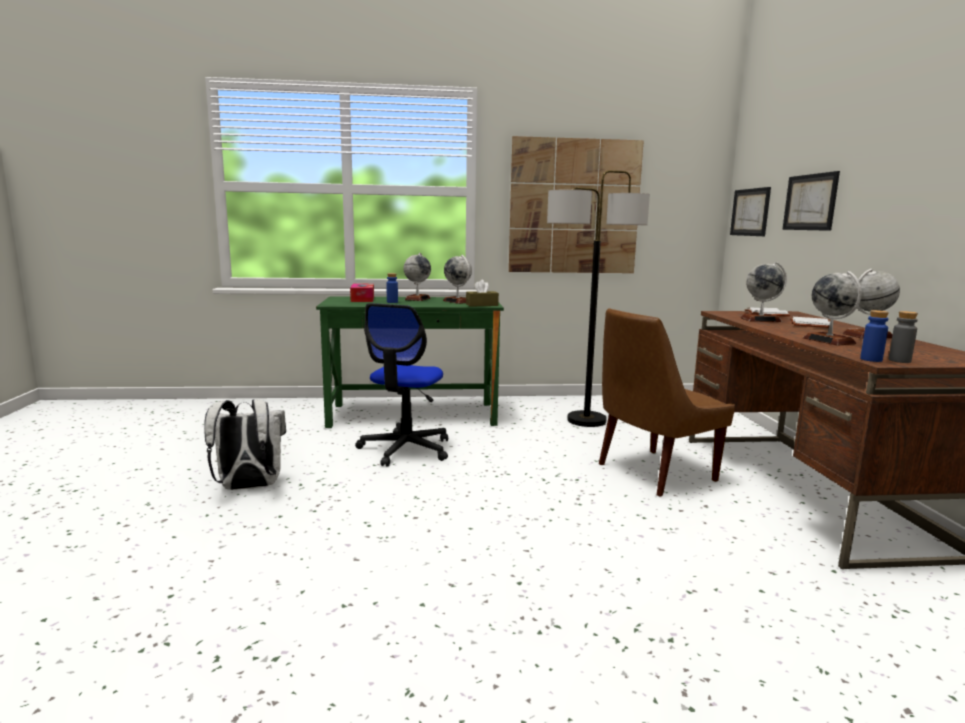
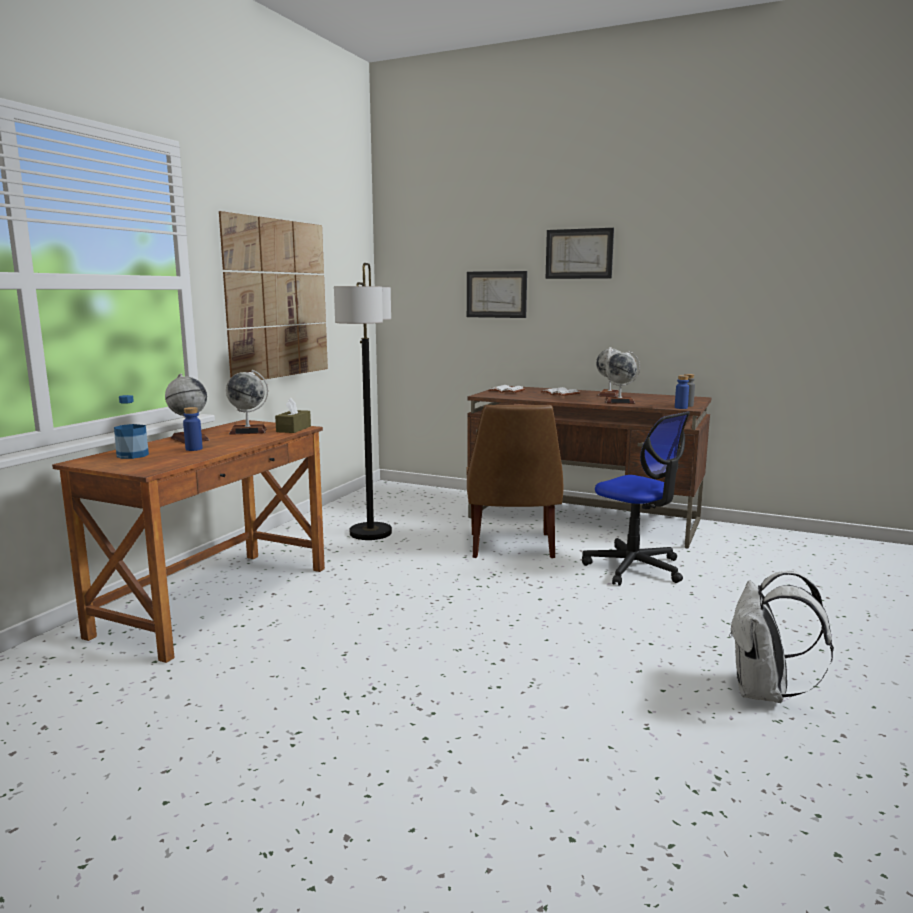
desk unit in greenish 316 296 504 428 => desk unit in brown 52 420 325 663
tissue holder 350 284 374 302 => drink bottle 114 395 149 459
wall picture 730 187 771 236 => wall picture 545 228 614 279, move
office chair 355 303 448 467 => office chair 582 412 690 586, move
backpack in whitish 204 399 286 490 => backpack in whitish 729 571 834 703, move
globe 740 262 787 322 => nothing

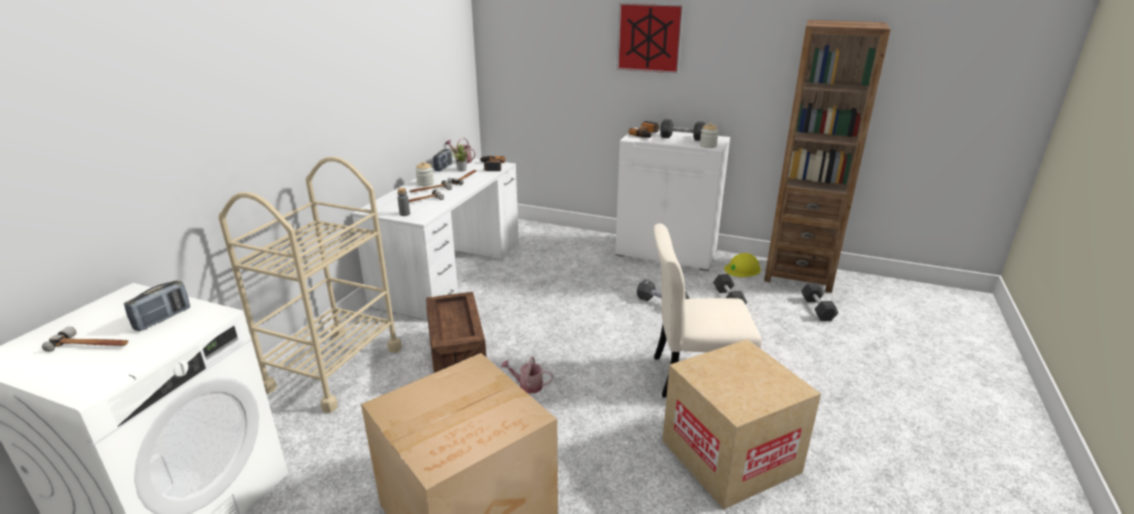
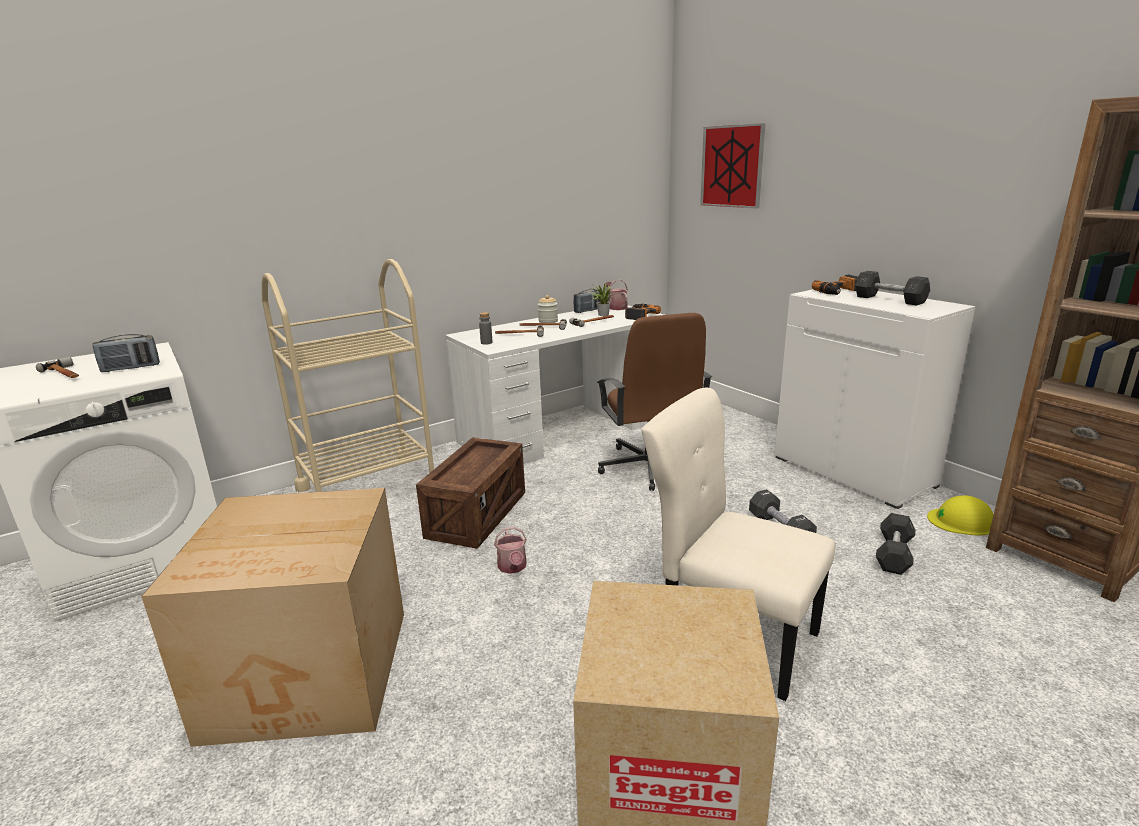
watering can 501 357 553 394 => watering can 494 527 527 574, 150 degrees counterclockwise
nothing => office chair in brown 597 313 712 491
wall picture 617 3 684 74 => wall picture 700 123 765 209, move
preserve jar 700 123 719 148 => nothing
dumbbell in gray 801 283 838 321 => nothing

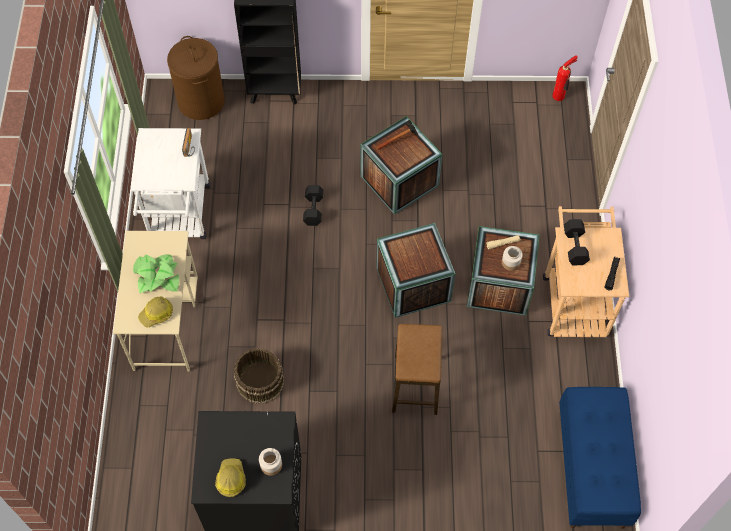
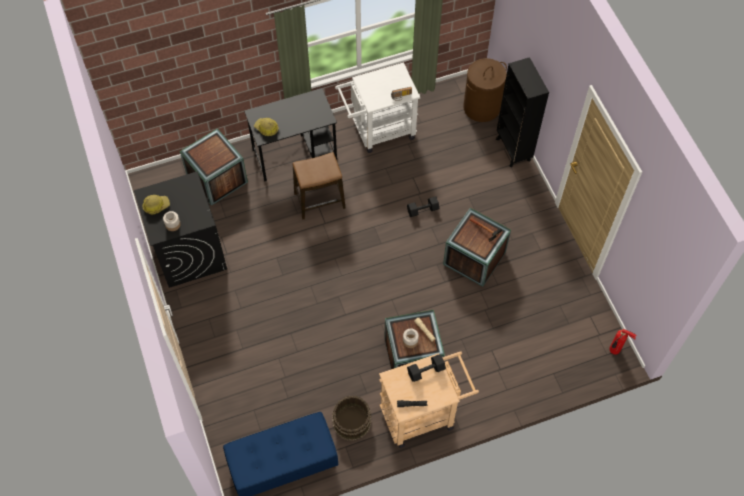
packing crate 376 223 455 318 => packing crate 180 128 248 206, move
desk unit in sand-coloured 113 231 198 371 => desk unit in blackish 244 88 337 182
stool 392 324 442 415 => stool 293 152 346 220, move
pail in brown 234 348 284 404 => pail in brown 332 396 371 441, move
plant in a pot 133 254 179 293 => nothing

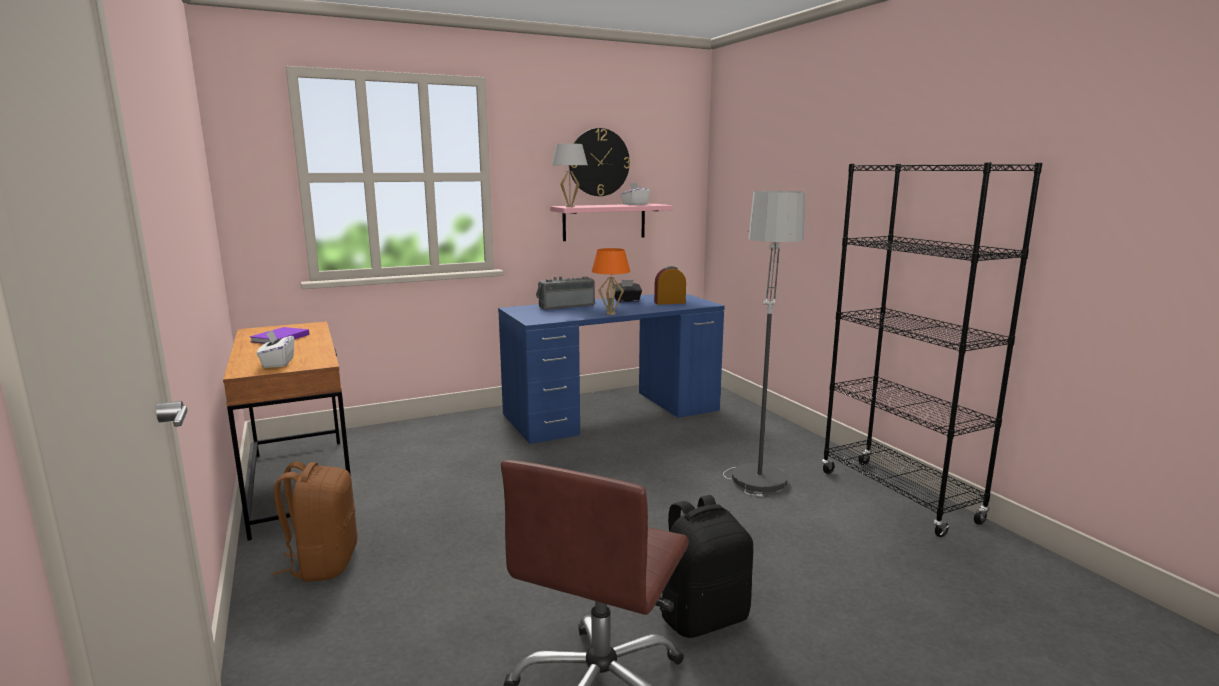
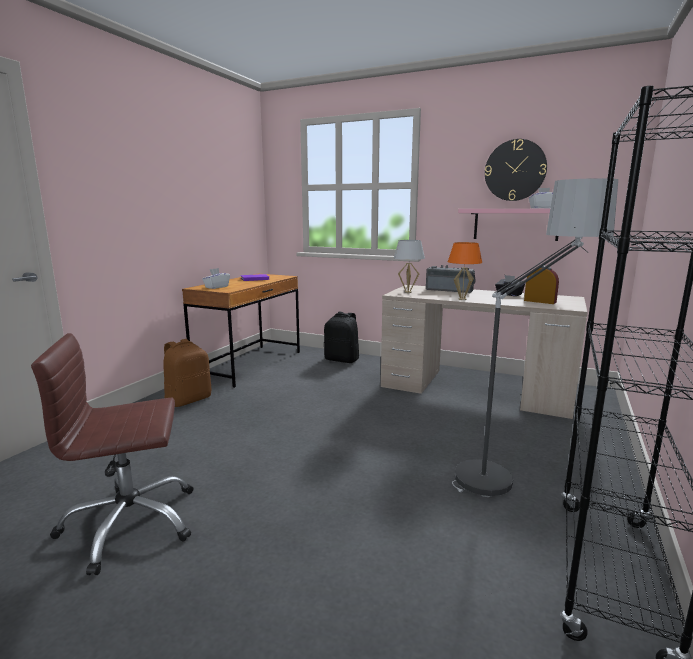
backpack in blackish 660 495 753 638 => backpack in blackish 324 312 359 363, move
desk unit in bluish 498 294 725 444 => desk unit in sand-coloured 381 285 588 419
tabletop lamp in whitish 552 144 588 207 => tabletop lamp in whitish 394 240 425 293, move

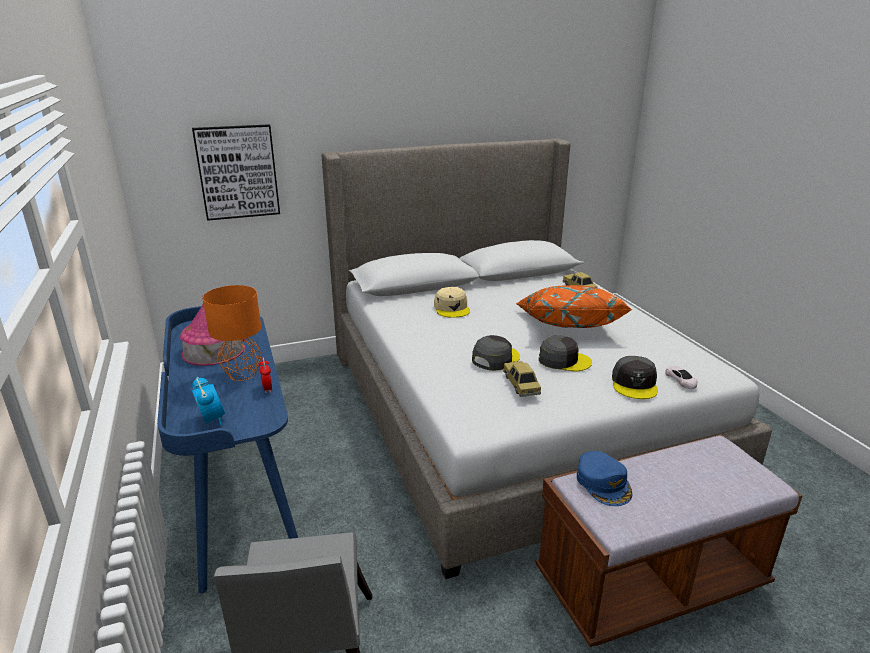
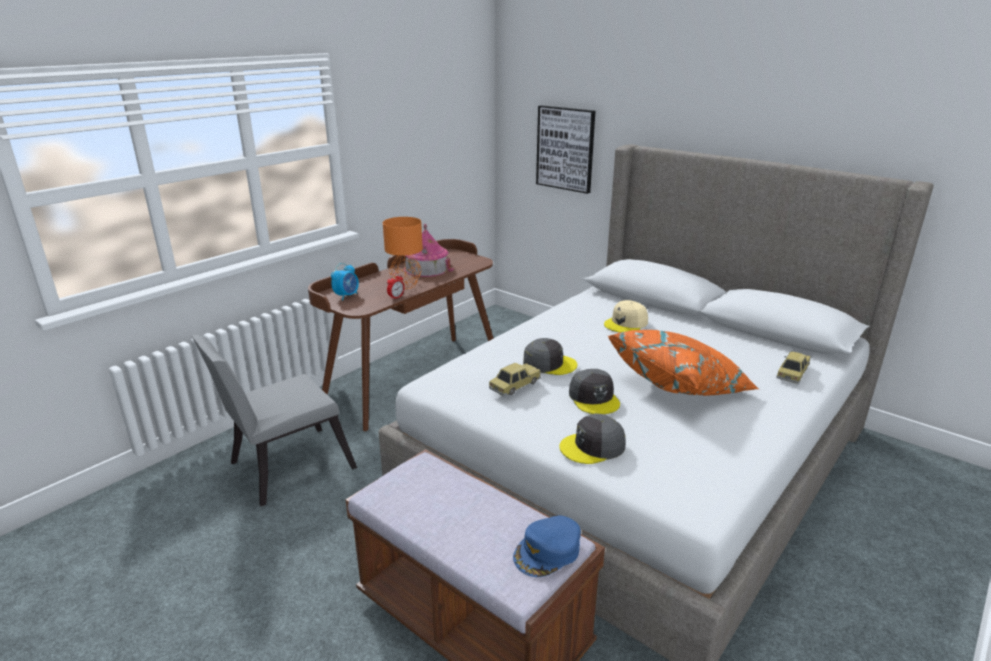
desk unit in bluish 157 306 298 594 => desk unit in brown 308 239 493 431
cap in bluish 577 451 632 506 => cap in bluish 513 516 581 577, move
model car in whitish 665 366 698 389 => nothing

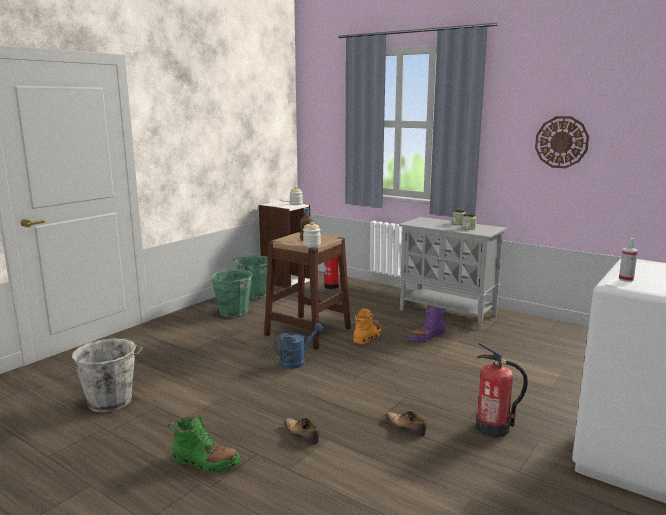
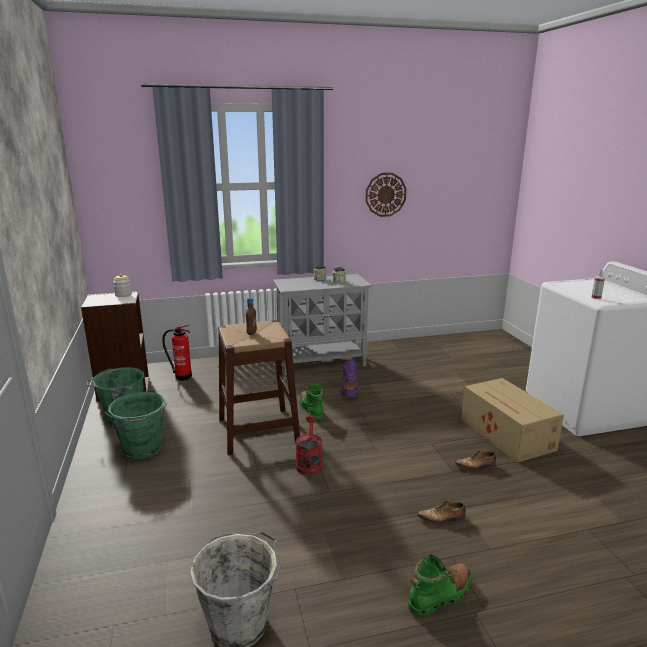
watering can in bluish 274 323 324 369 => watering can in reddish 295 415 322 475
high-top boot in orange 353 308 382 344 => high-top boot in greenish 299 383 324 421
fire extinguisher 476 342 528 438 => cardboard box 461 378 564 463
preserve jar 303 222 321 247 => nothing

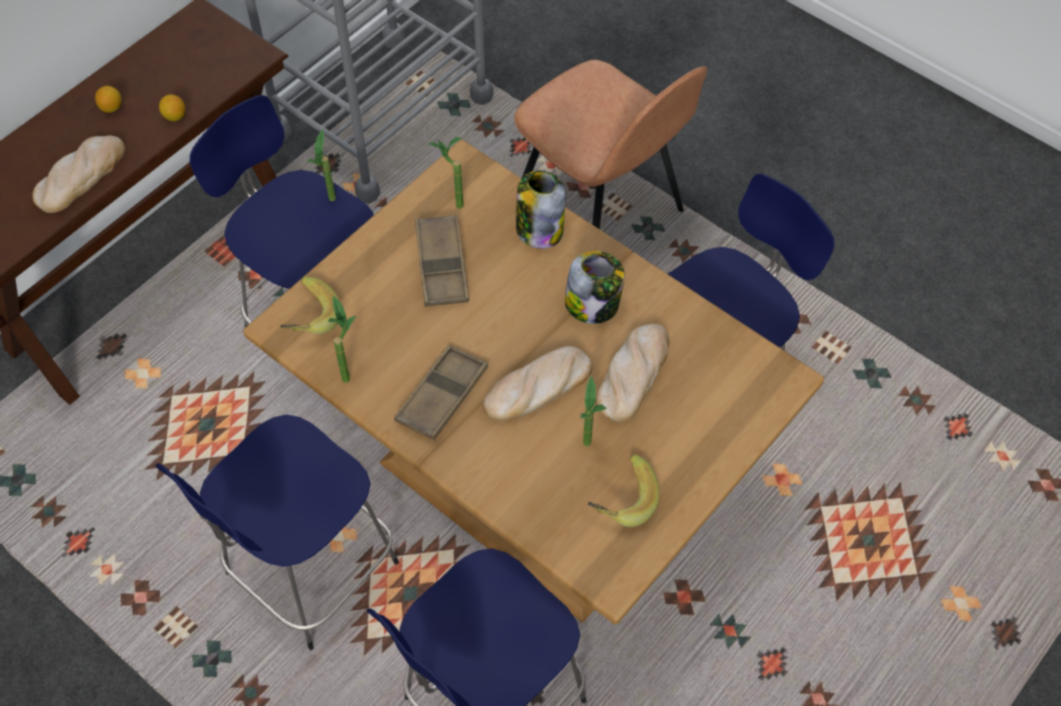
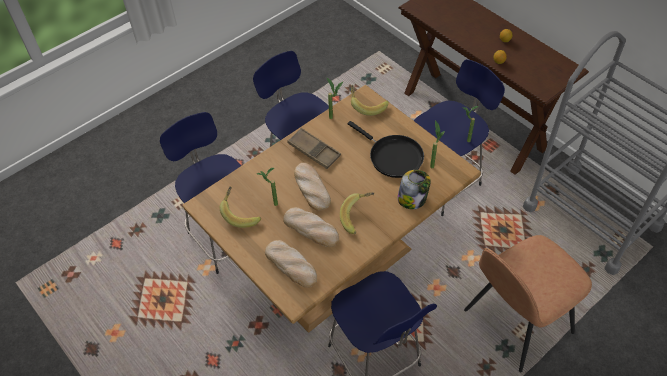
bakery bread 32 135 125 213 => bakery bread 265 240 317 288, move
preserve jar 565 251 625 324 => banana fruit 340 192 374 234
tray in brown 415 215 469 307 => pan in blackish 347 121 424 178

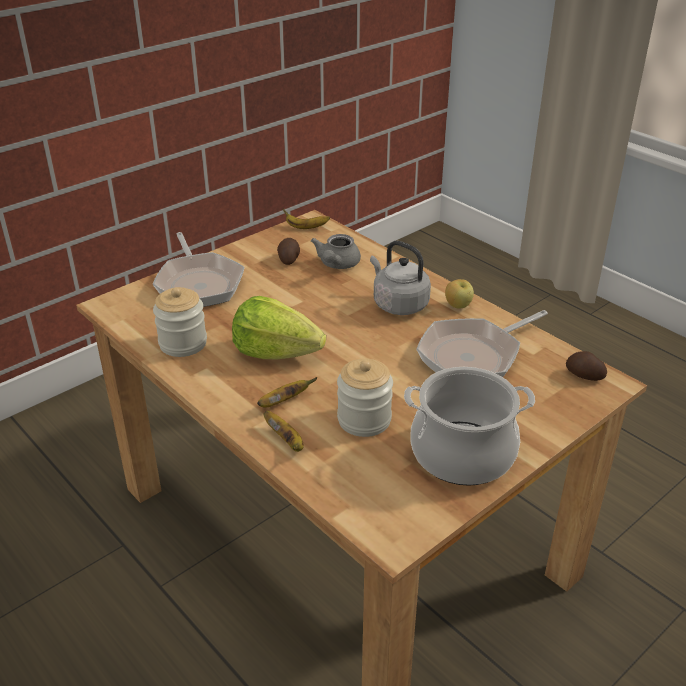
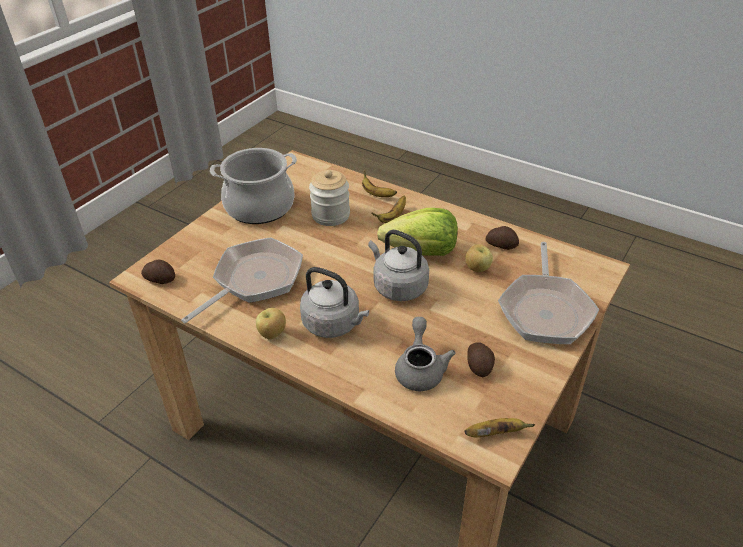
nothing => water kettle in gray 368 230 429 301
nothing => apple fruit 465 244 493 272
preserve jar 153 287 207 357 => whole potato 485 226 519 250
pan 153 232 245 307 => pan 498 242 599 344, 135 degrees counterclockwise

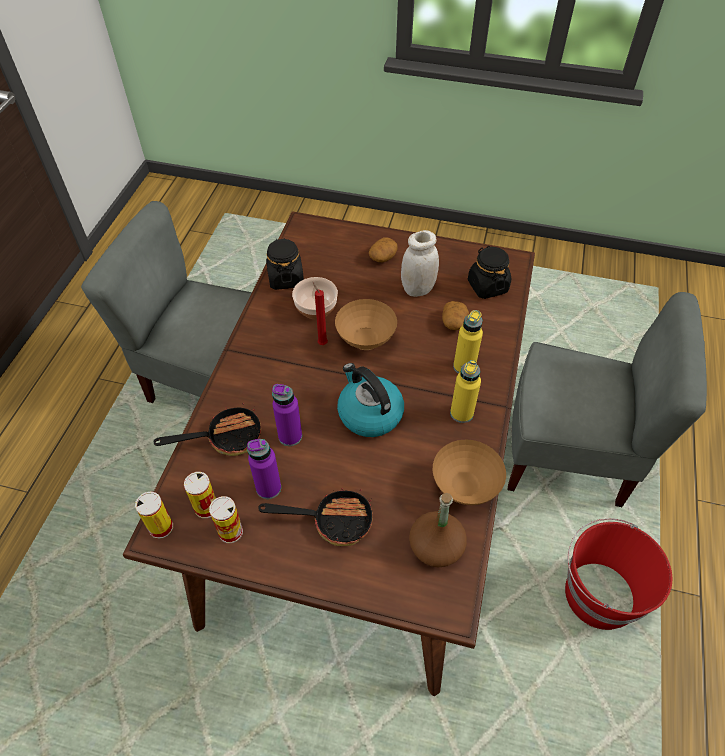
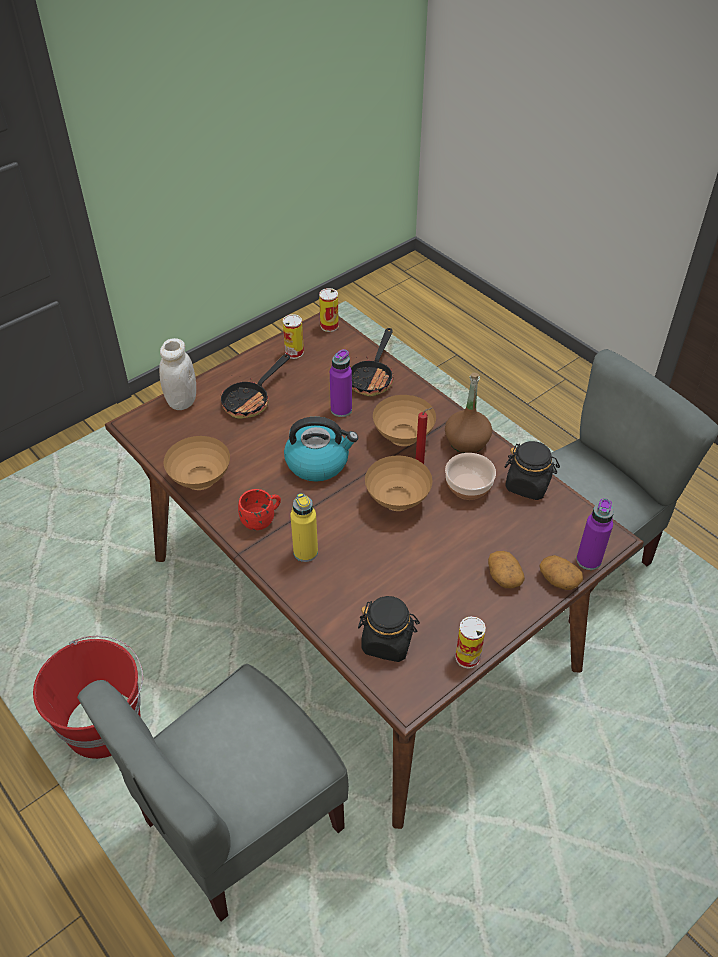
preserve jar in whitish 401 230 439 297 => preserve jar in whitish 159 338 196 410, move
drink bottle in yellowish 450 360 481 423 => coffee mug in reddish 238 489 281 530
nothing => deep dish in brown 373 395 436 446
drink bottle in brown 409 493 467 567 => drink bottle in brown 445 373 492 453, move
sealed can 184 472 216 519 => sealed can 455 616 486 669, move
whole potato 442 301 469 330 => whole potato 540 555 583 590, move
drink bottle in purplish 247 439 281 499 => drink bottle in purplish 576 498 614 570, move

